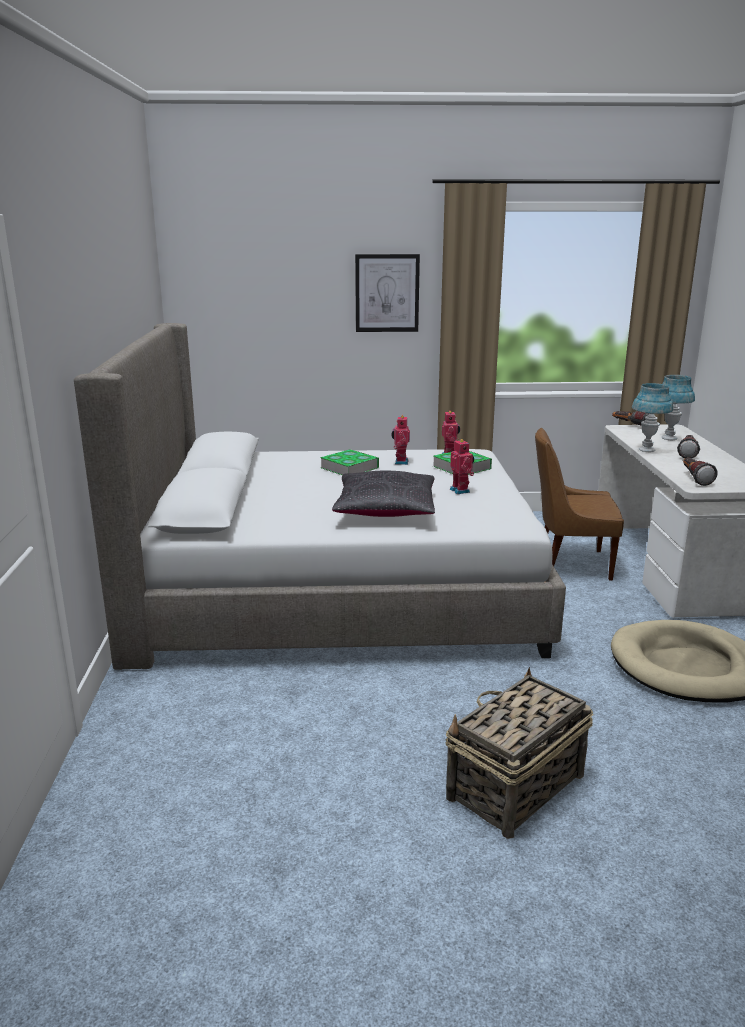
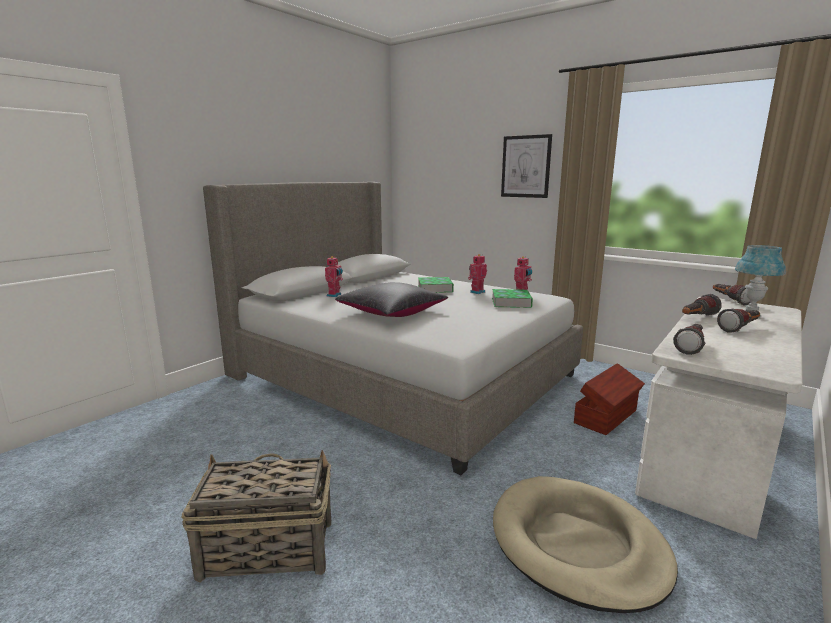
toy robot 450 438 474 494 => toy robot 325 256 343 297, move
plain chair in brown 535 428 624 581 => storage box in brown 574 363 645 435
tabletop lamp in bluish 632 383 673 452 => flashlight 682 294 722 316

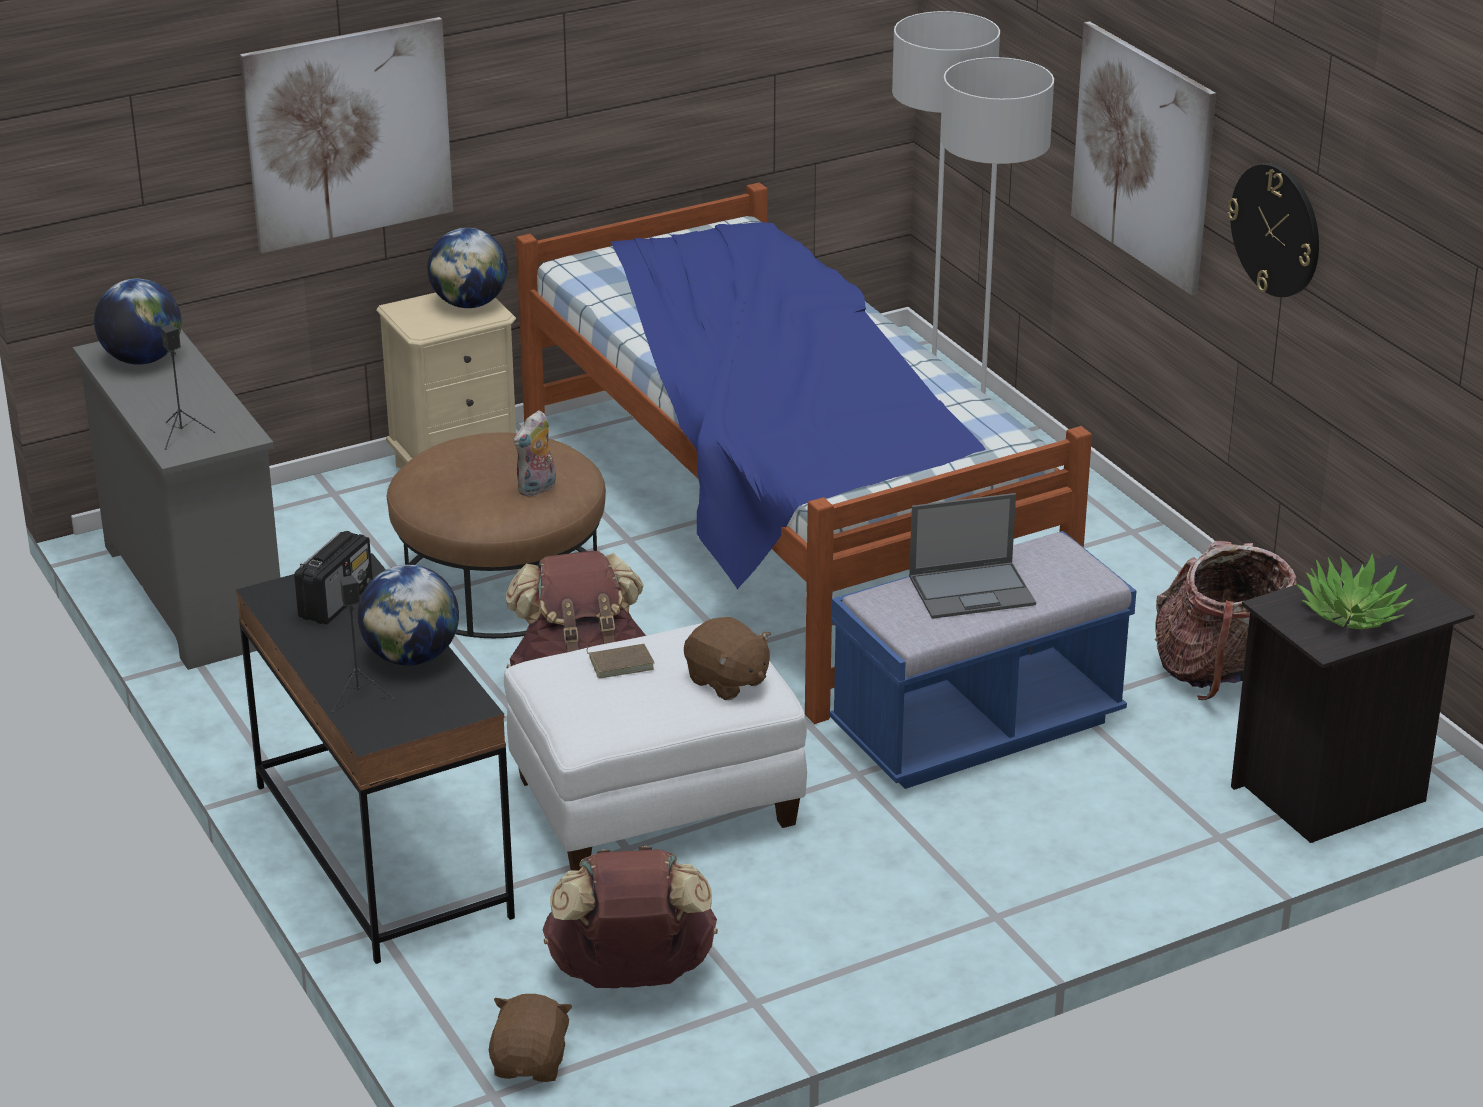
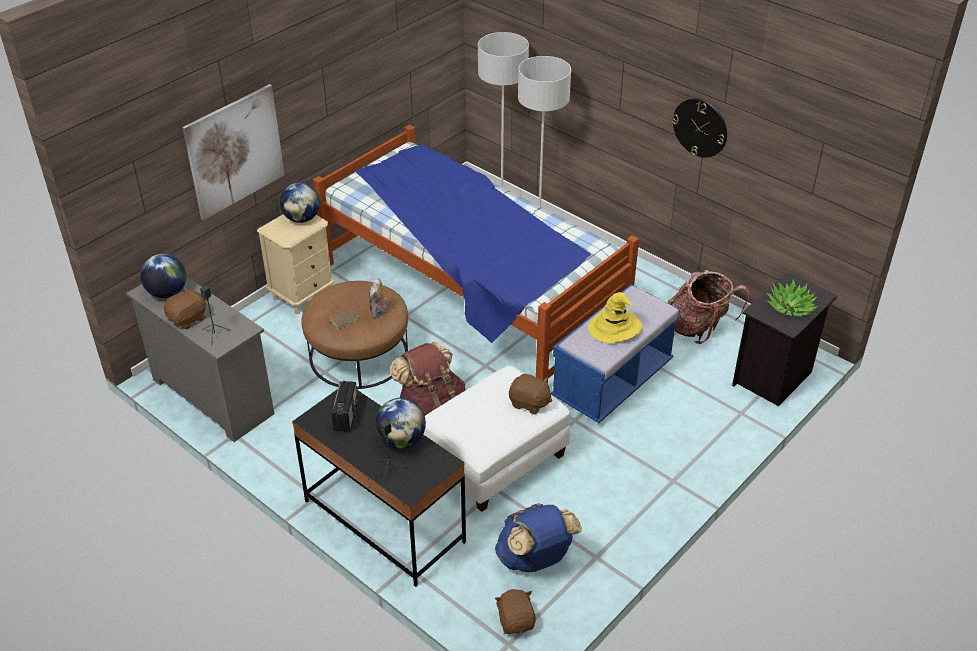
nothing => cuddly toy in brown 164 287 206 329
bound book in brown 587 644 655 678 => bound book in brown 326 308 360 329, move
backpack in brown 542 846 718 988 => backpack in bluish 495 503 582 572
notebook computer 909 493 1036 619 => wearable hat in yellowish 588 292 643 344
wall picture 1071 21 1216 295 => nothing

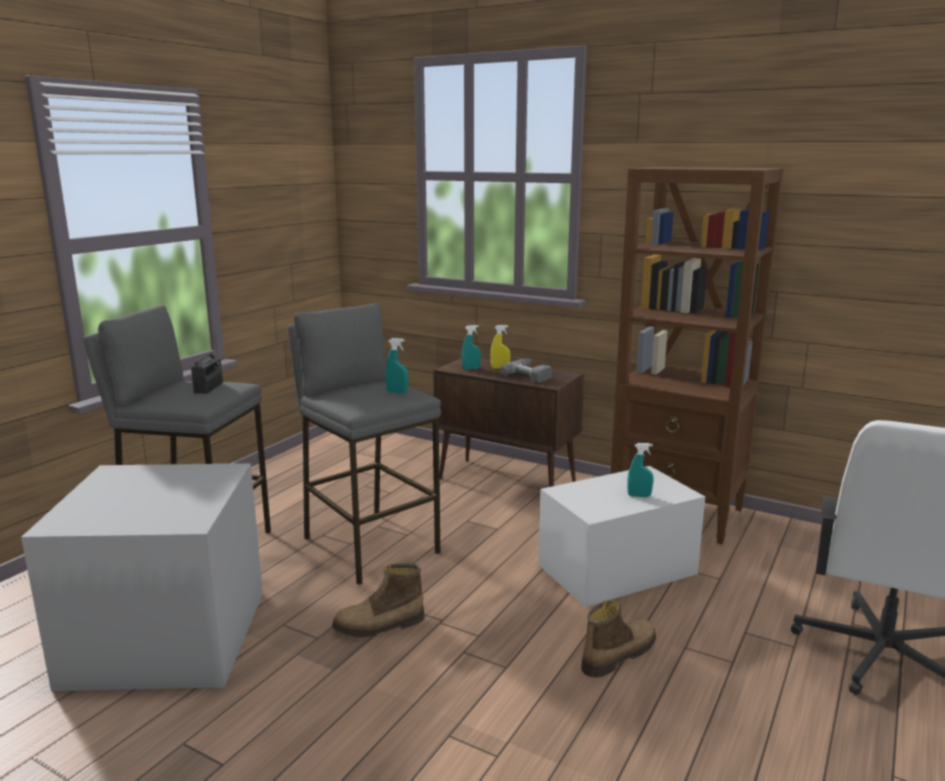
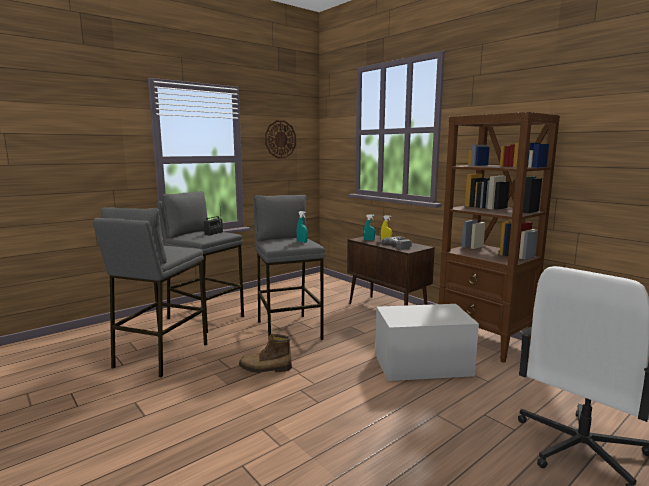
storage box in gray 21 463 263 691 => stool in gray 93 207 207 377
nothing => wall clock 265 120 296 158
high-top boot 581 600 656 678 => nothing
hand sprayer in turquoise 627 443 654 497 => nothing

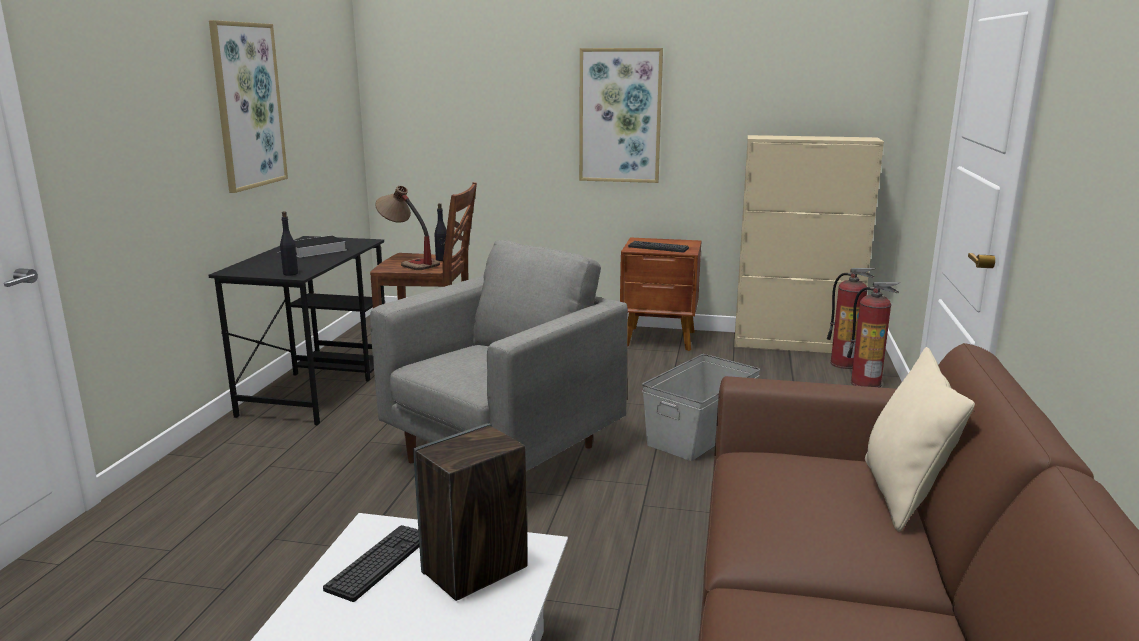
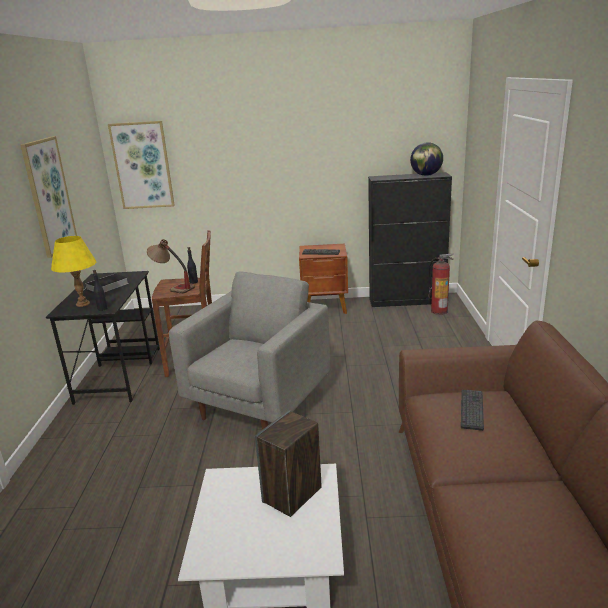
nothing => tabletop lamp in yellowish 51 236 96 307
wall picture 579 48 663 183 => wall picture 108 121 175 209, move
storage cabinet in sand-coloured 734 135 884 353 => storage cabinet in blackish 368 172 452 307
nothing => globe 410 142 443 176
computer keyboard 323 525 419 602 => computer keyboard 461 390 484 431, move
storage box in gray 642 354 760 461 => nothing
fire extinguisher 847 282 900 387 => nothing
cushion in sand-coloured 865 347 975 532 => nothing

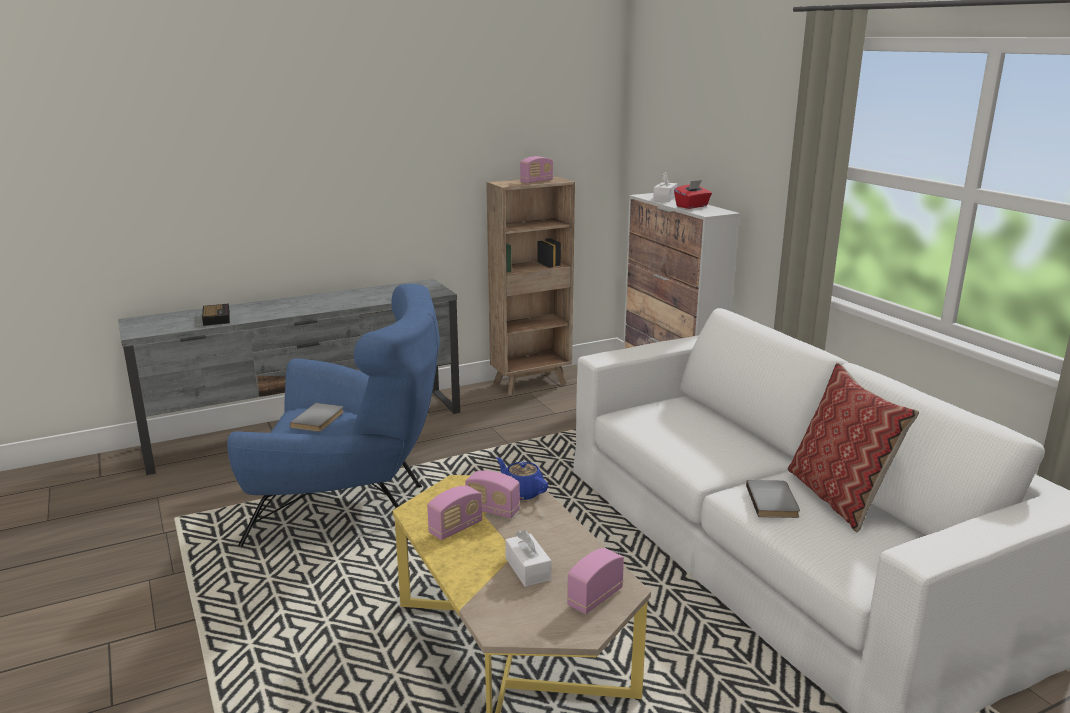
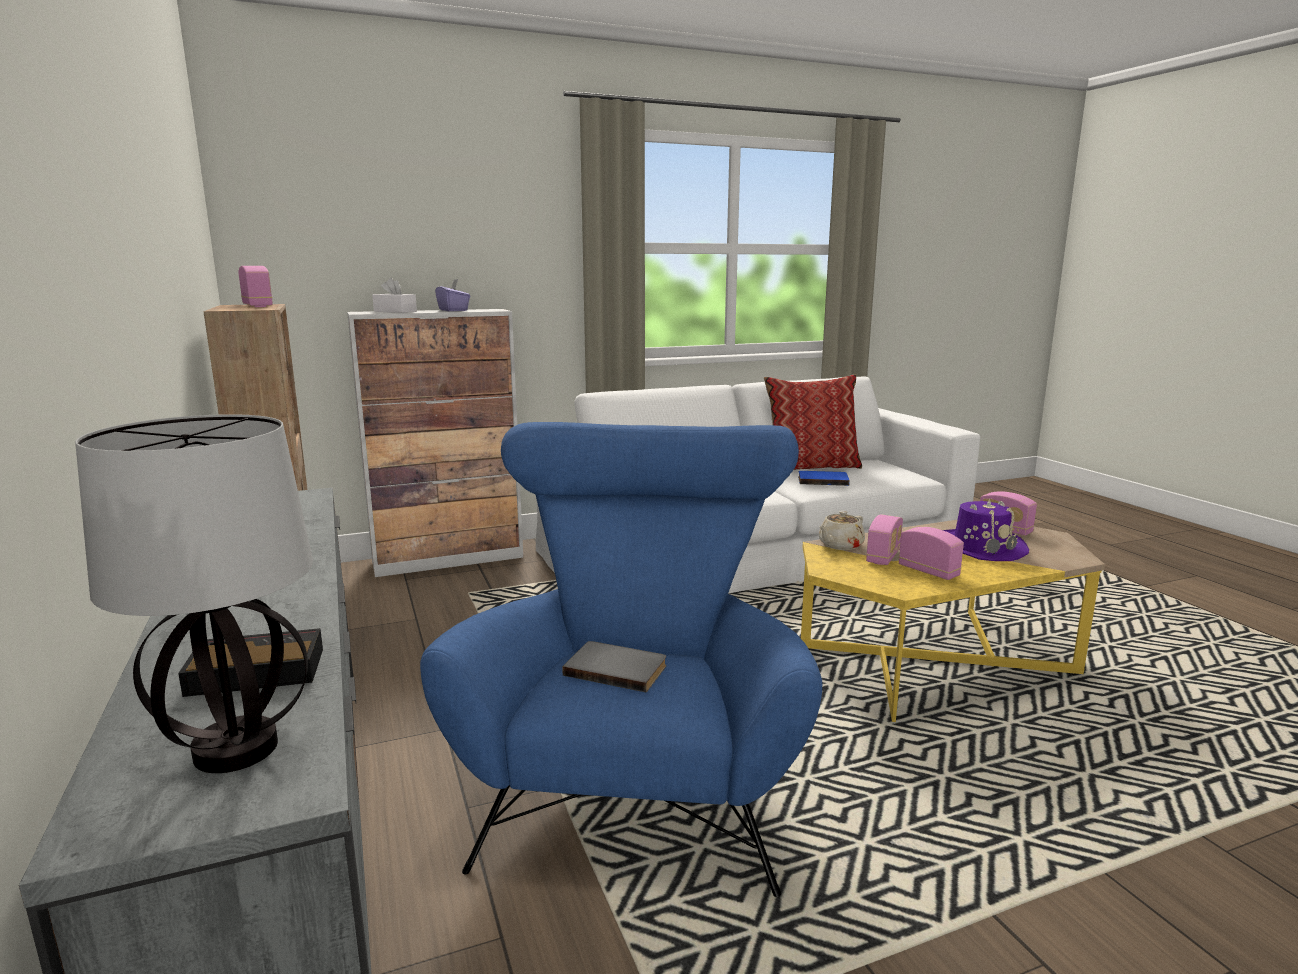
nothing => tabletop lamp 75 414 313 773
tissue holder in reddish 674 180 712 209 => tissue holder in purplish 435 279 470 311
bound book in gray 746 480 800 518 => bound book in bluish 798 471 850 486
pot for tea in bluish 496 457 548 500 => pot for tea in sand-coloured 819 511 865 550
tissue holder in whitish 505 530 551 587 => wearable hat in purplish 943 499 1029 561

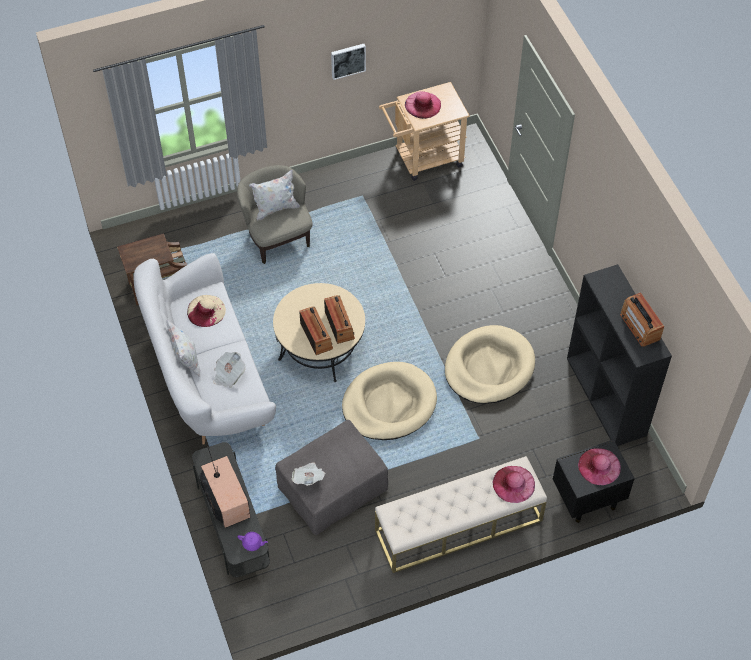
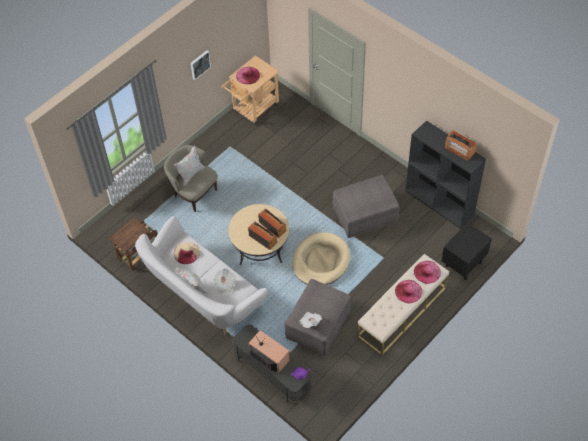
dog bed in sand-coloured 445 325 535 404 => footrest in gray 333 175 400 238
wearable hat in pinkish 578 448 621 485 => wearable hat in pinkish 395 280 422 303, move

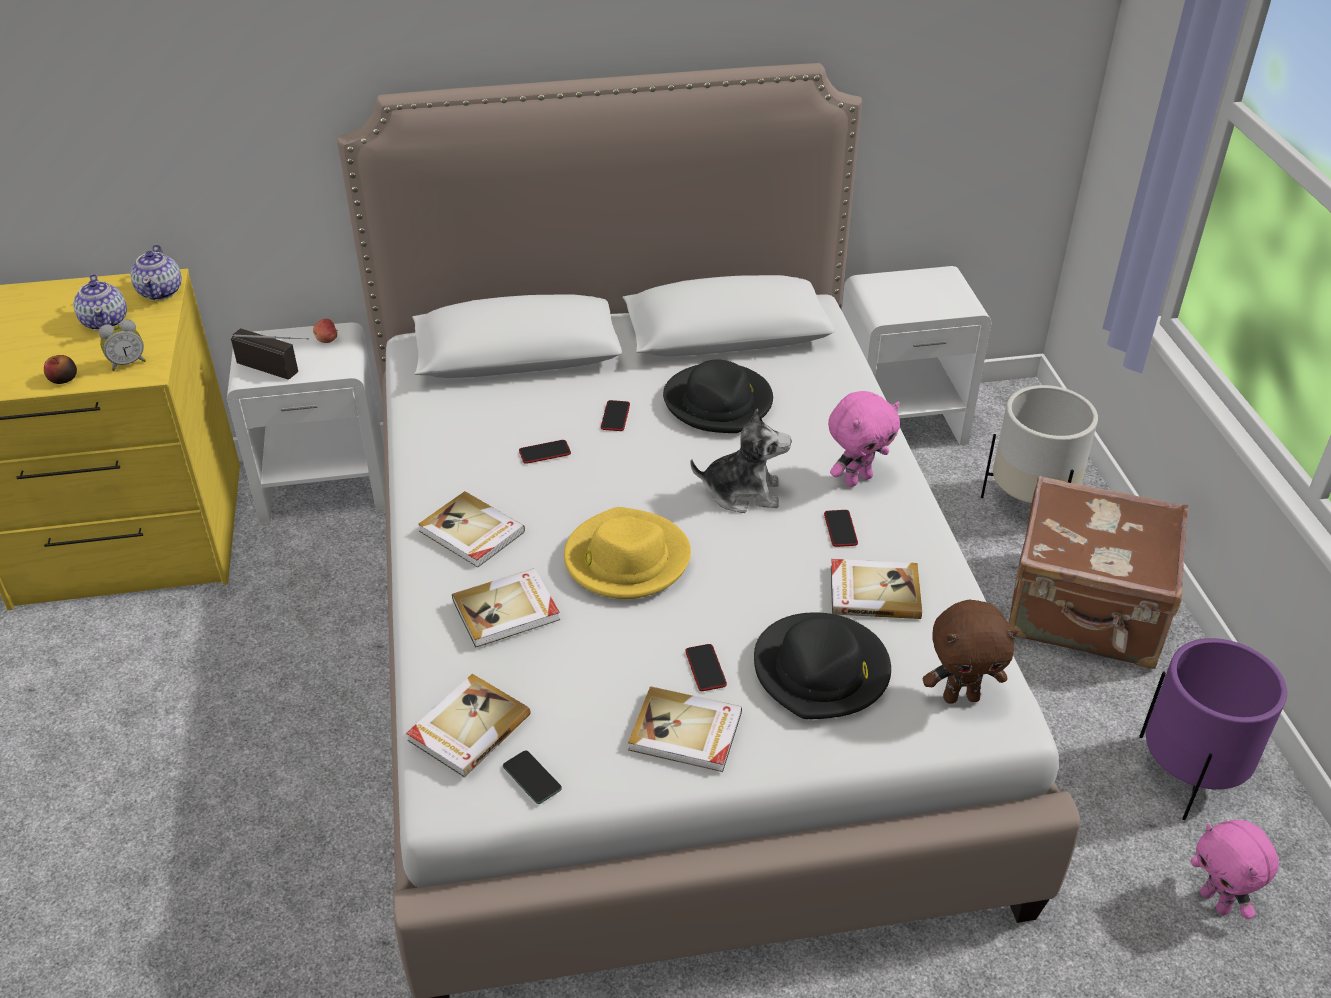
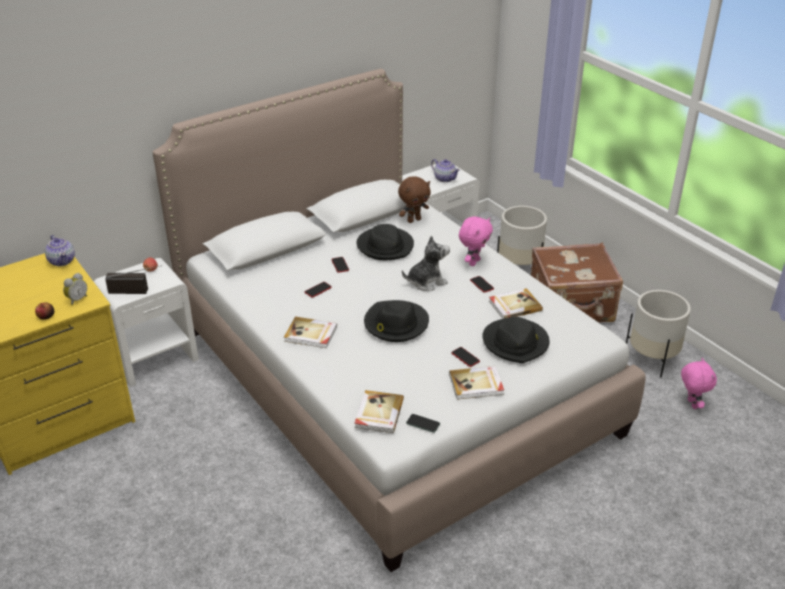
wearable hat in yellowish 564 507 691 599 => wearable hat in blackish 364 300 429 342
cuddly toy in brown 923 600 1018 704 => cuddly toy in brown 398 176 431 223, move
pot for tea 73 274 127 331 => pot for tea 431 159 460 182, move
plant pot in purplish 1139 638 1287 820 => plant pot in whitish 626 290 691 378
cuddly toy in pinkish 1191 820 1279 919 => cuddly toy in pinkish 681 358 717 409, 135 degrees counterclockwise
bound book 452 568 560 648 => nothing

